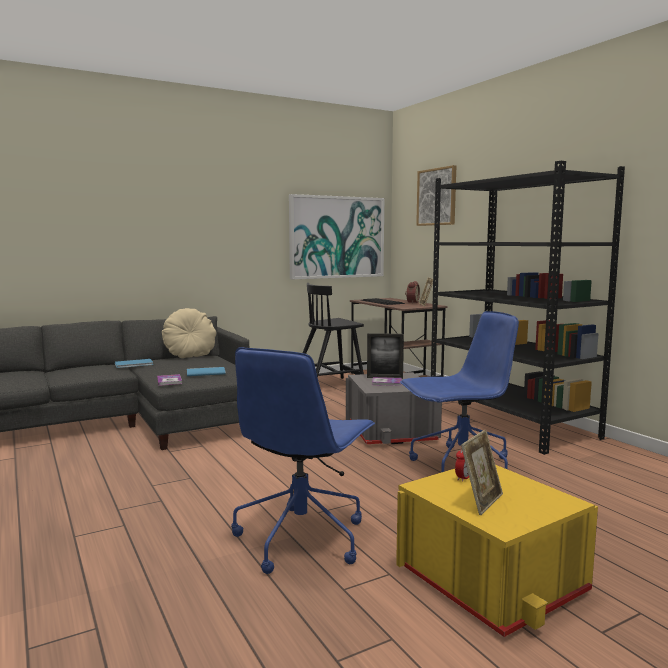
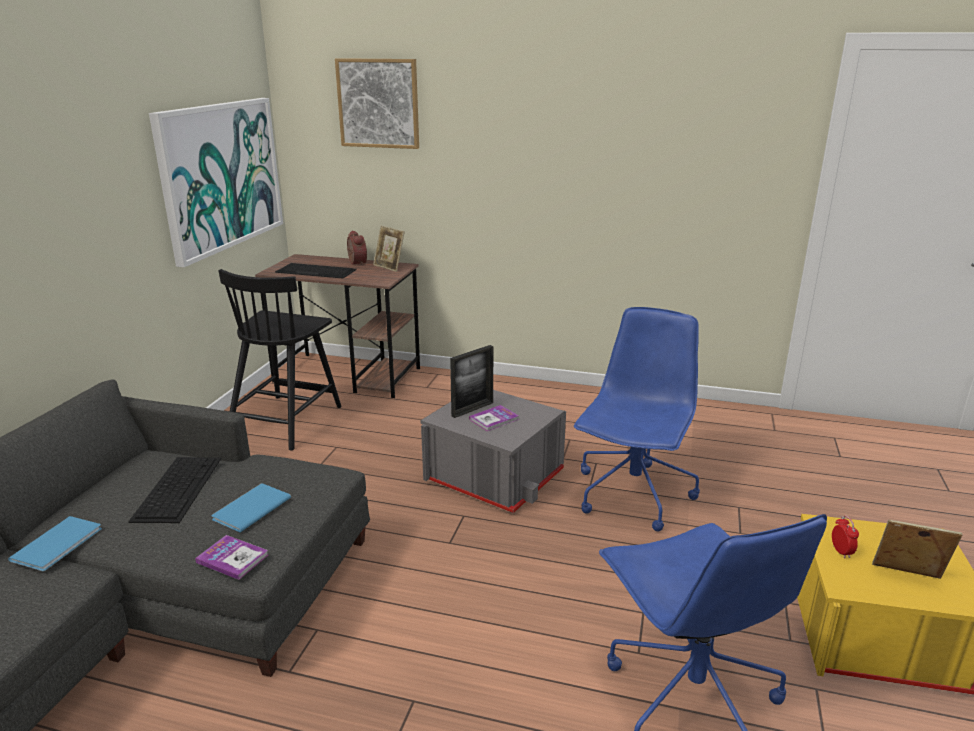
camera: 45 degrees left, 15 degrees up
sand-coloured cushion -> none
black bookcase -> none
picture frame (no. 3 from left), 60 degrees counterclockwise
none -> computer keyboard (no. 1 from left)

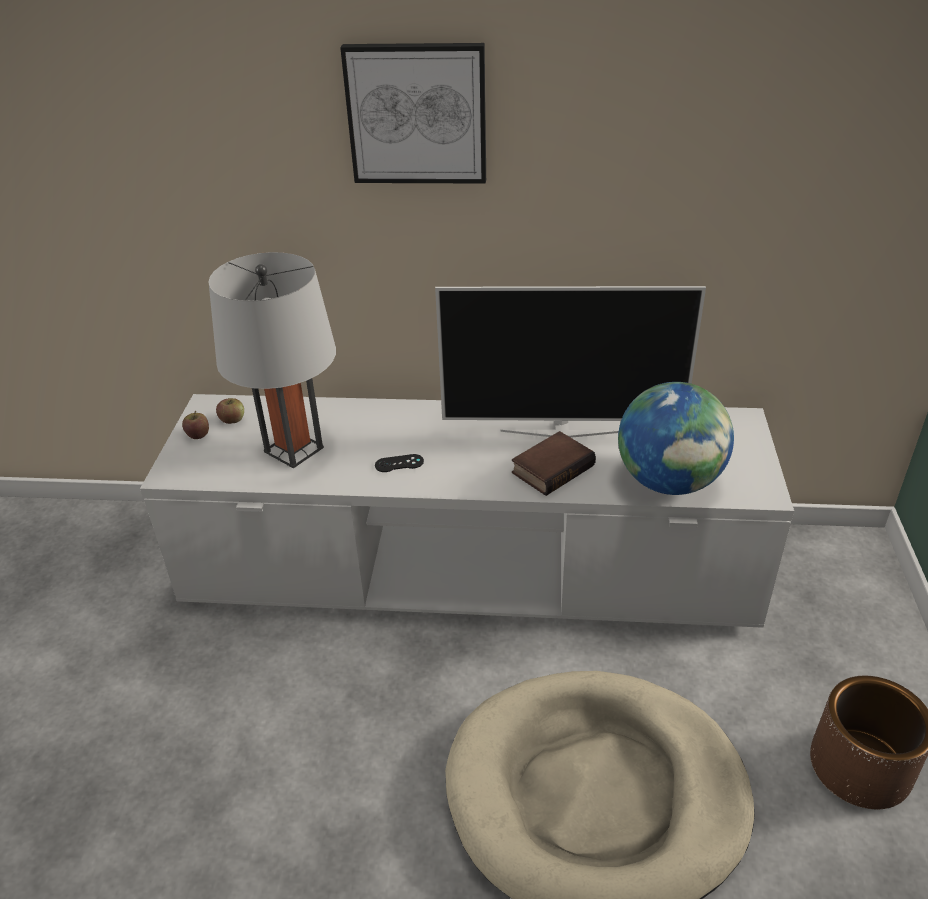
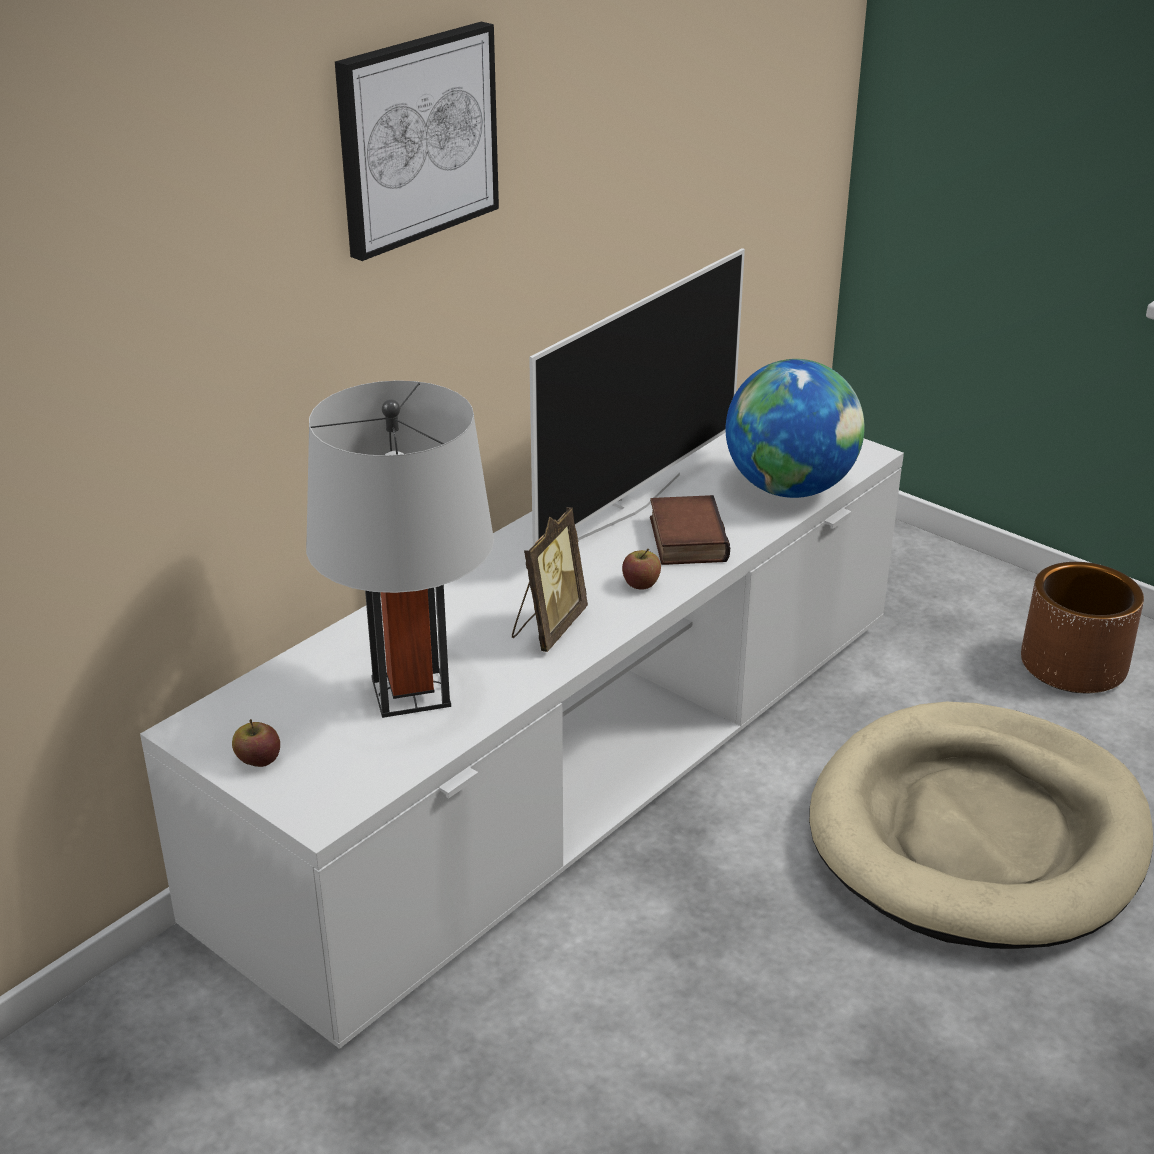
camera: 55 degrees left, 5 degrees down
whole apple (no. 2 from left), relocated
black joypad -> picture frame

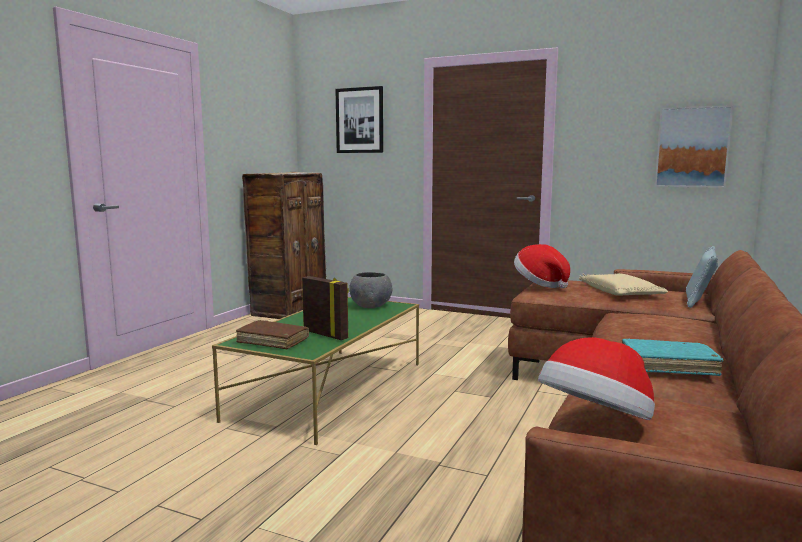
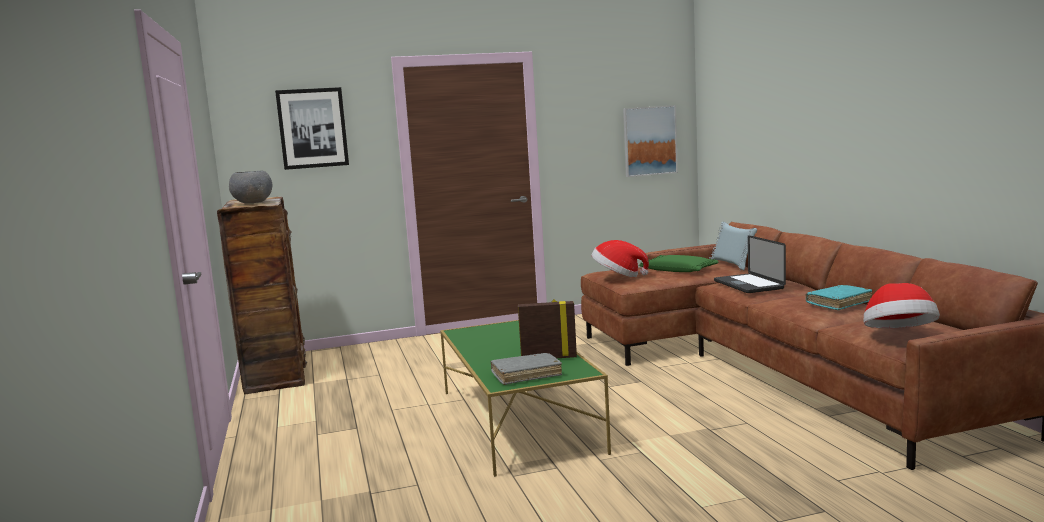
camera: 40 degrees left, 0 degrees up
brown-coloured book -> gray book
gray deep dish, relocated
sand-coloured cushion -> green-coloured cushion
none -> portable computer

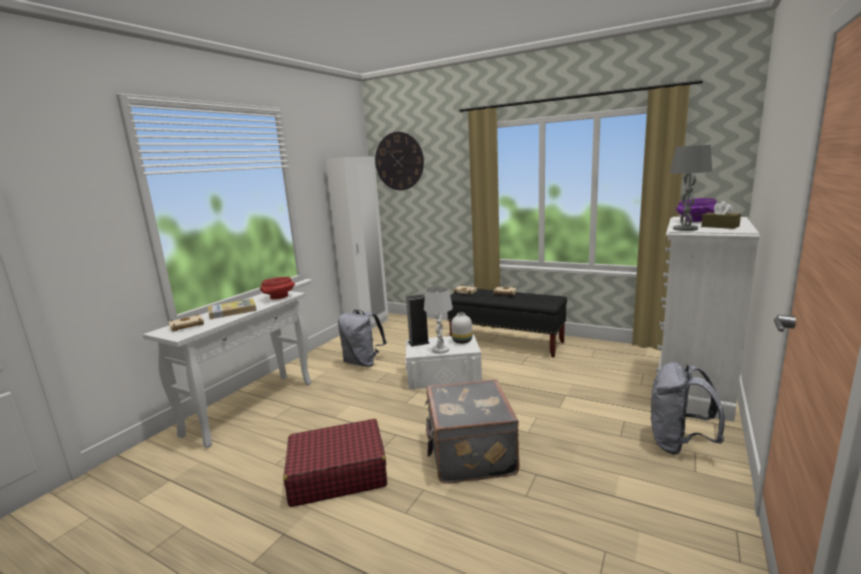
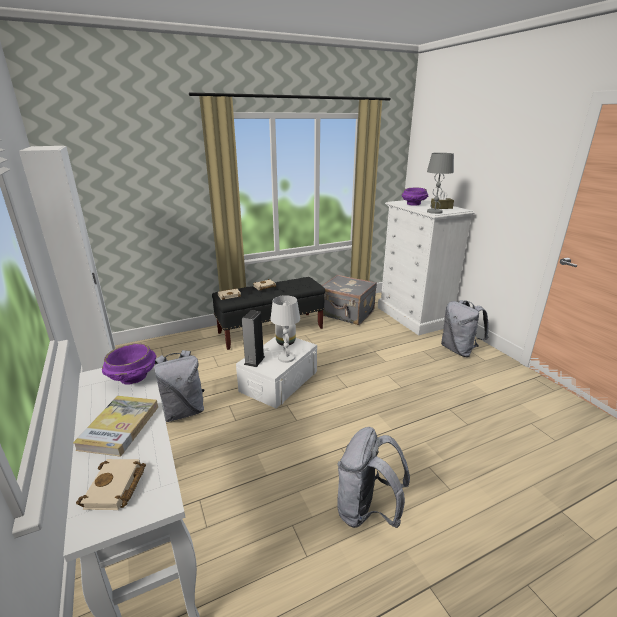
camera: 55 degrees left, 10 degrees up
red-coloured deep dish -> purple deep dish (no. 1 from left)
red-coloured piece of luggage -> gray knapsack (no. 2 from left)
wall clock -> none
gray piece of luggage, relocated

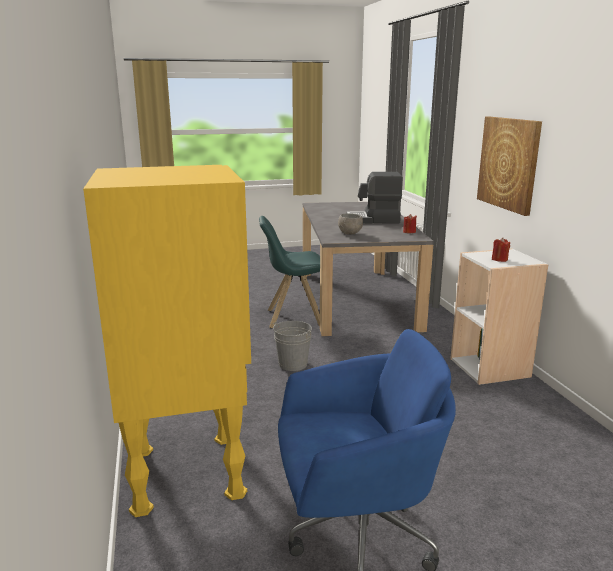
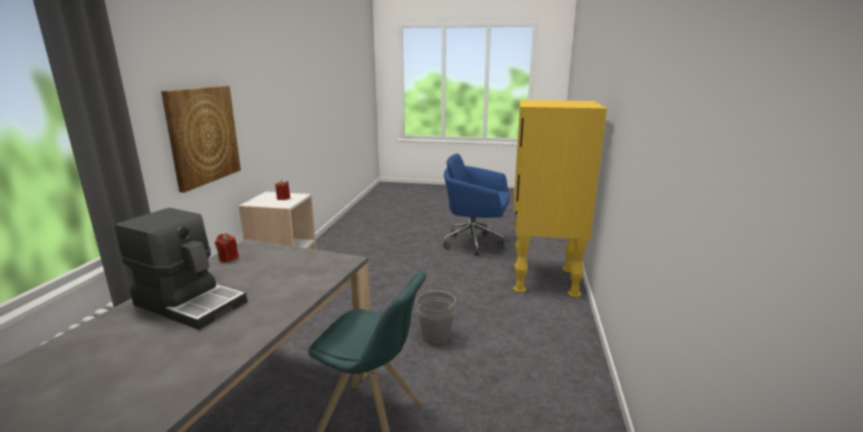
camera: 155 degrees left, 0 degrees up
gray deep dish -> none

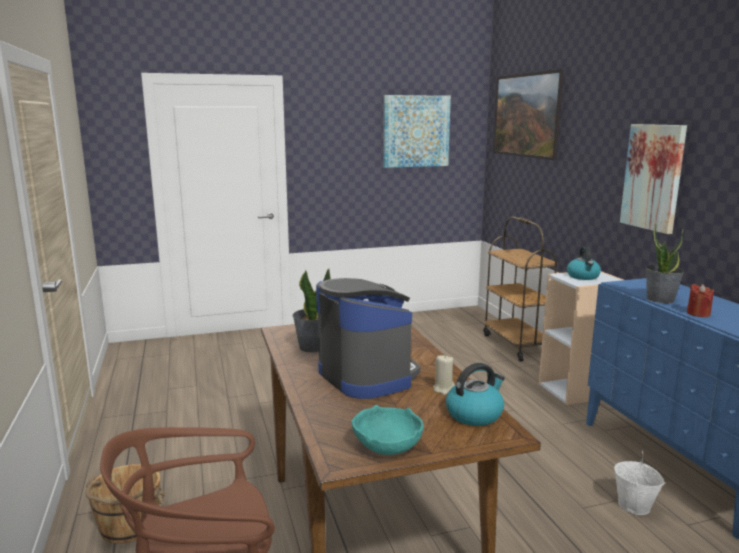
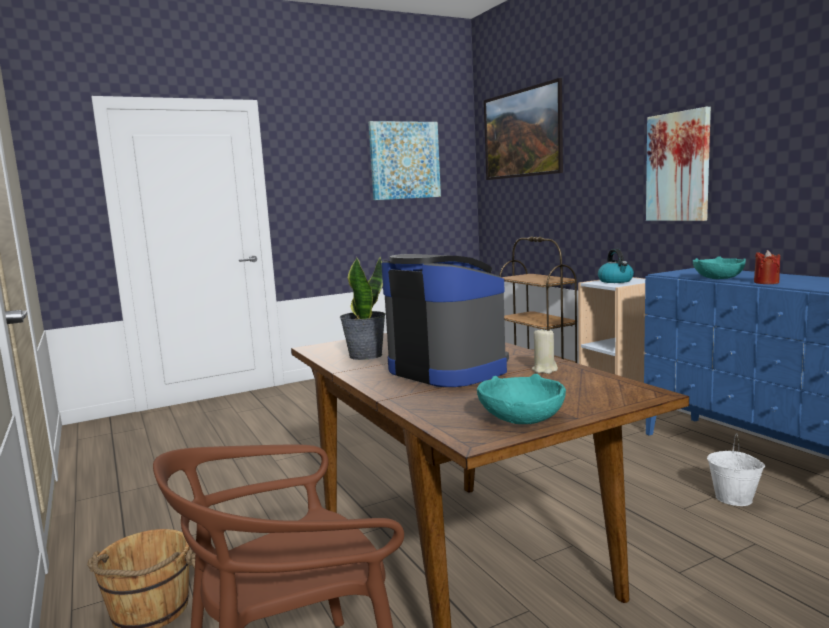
camera: 10 degrees left, 5 degrees down
kettle (no. 1 from left) -> none
houseplant (no. 2 from left) -> turquoise-coloured deep dish (no. 2 from left)

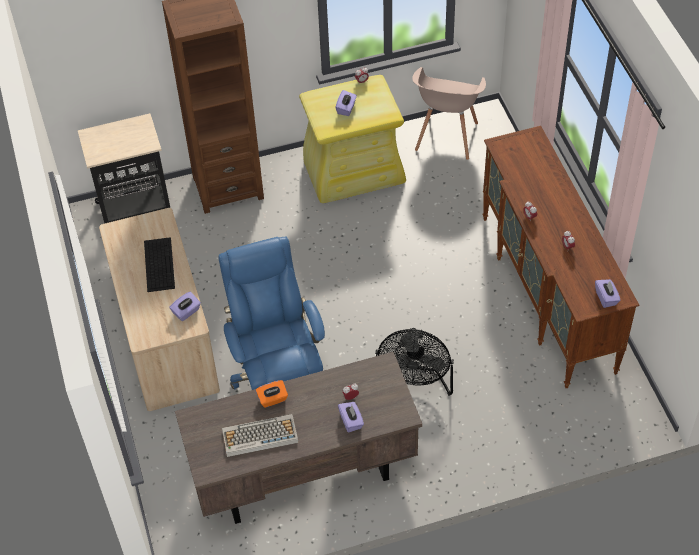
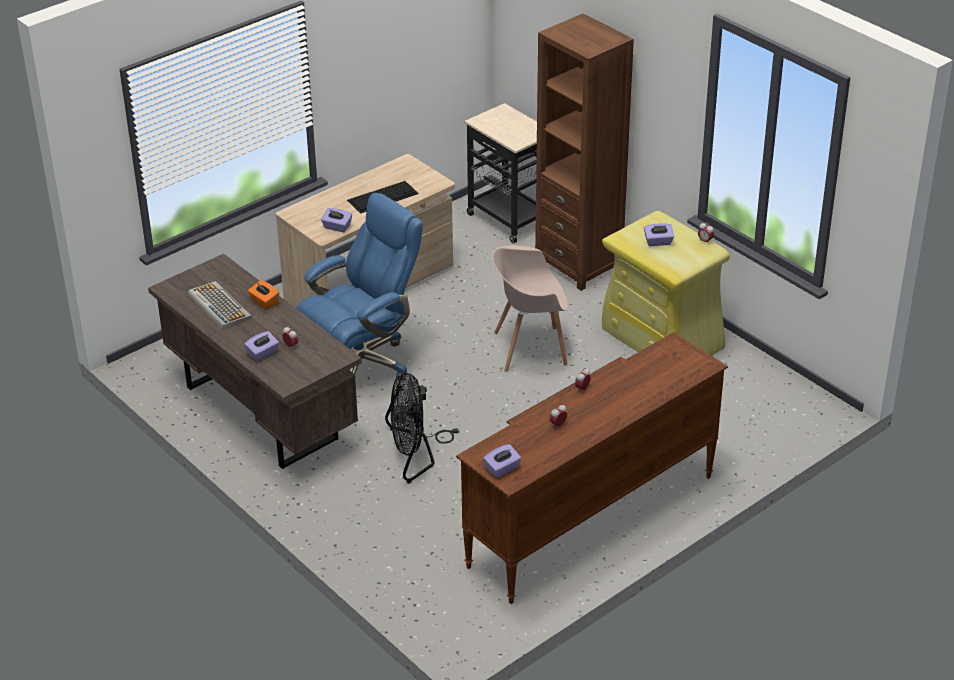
camera: 65 degrees right, 15 degrees down
sand-coloured chair, relocated

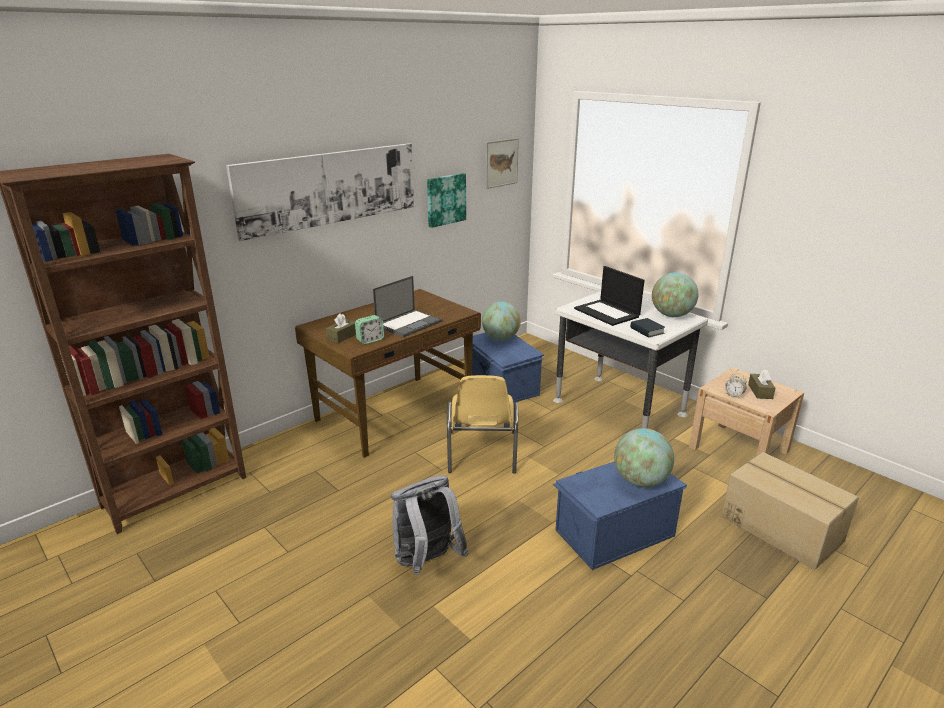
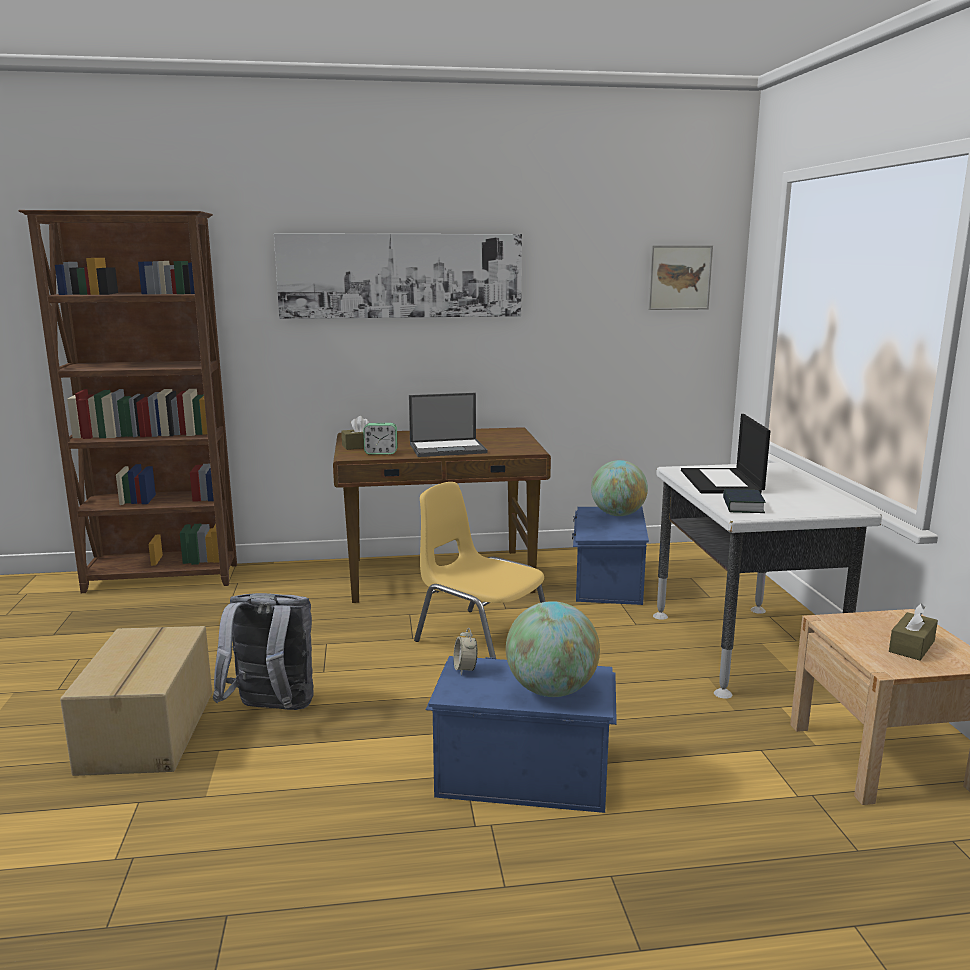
camera: 35 degrees right, 10 degrees down
wall picture (no. 2 from left) -> none
yellow-coloured chair, 90 degrees clockwise
globe (no. 3 from left) -> none
carton, relocated
table clock (no. 2 from left), relocated

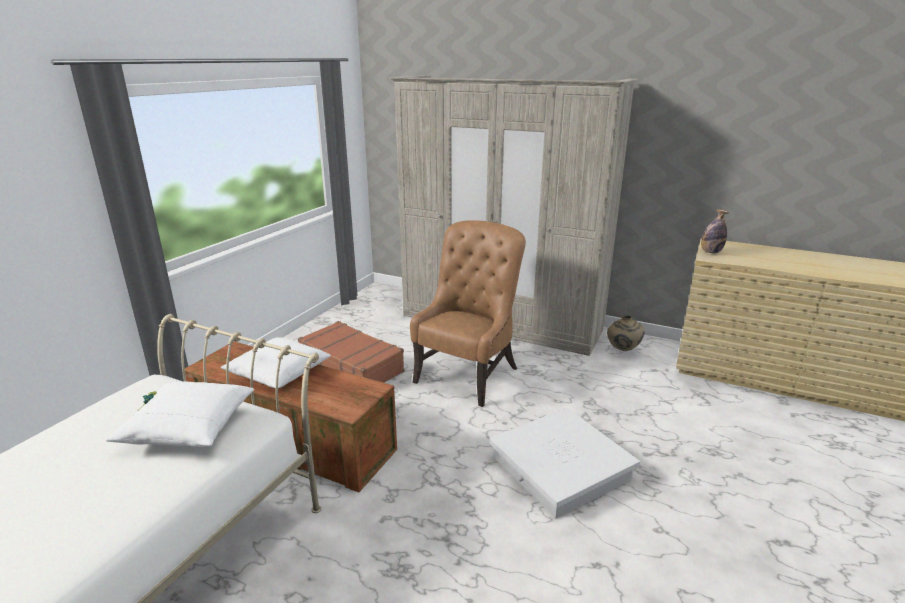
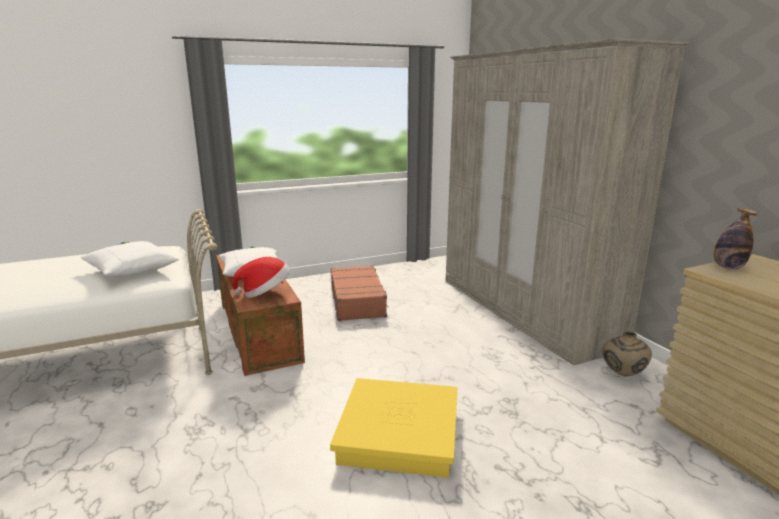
camera: 40 degrees right, 5 degrees down
brown-coloured chair -> none
whitish storage box -> yellow-coloured storage box
none -> hat

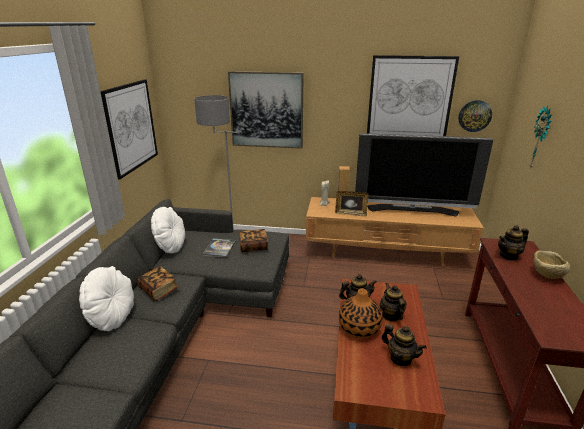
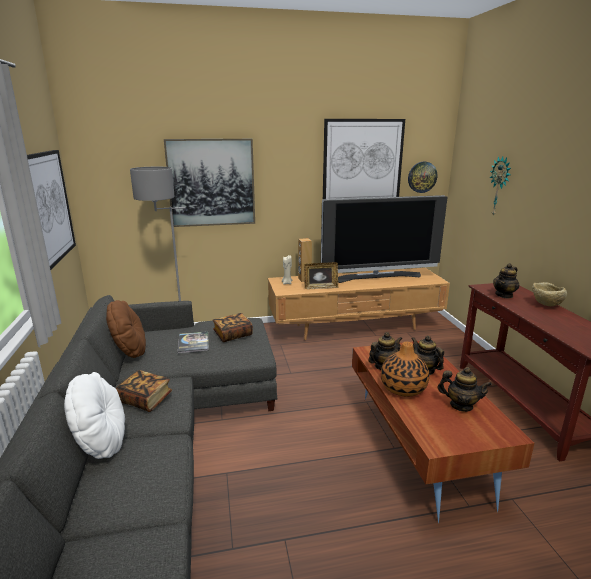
camera: 20 degrees left, 5 degrees down
whitish cushion (no. 2 from left) -> brown-coloured cushion

